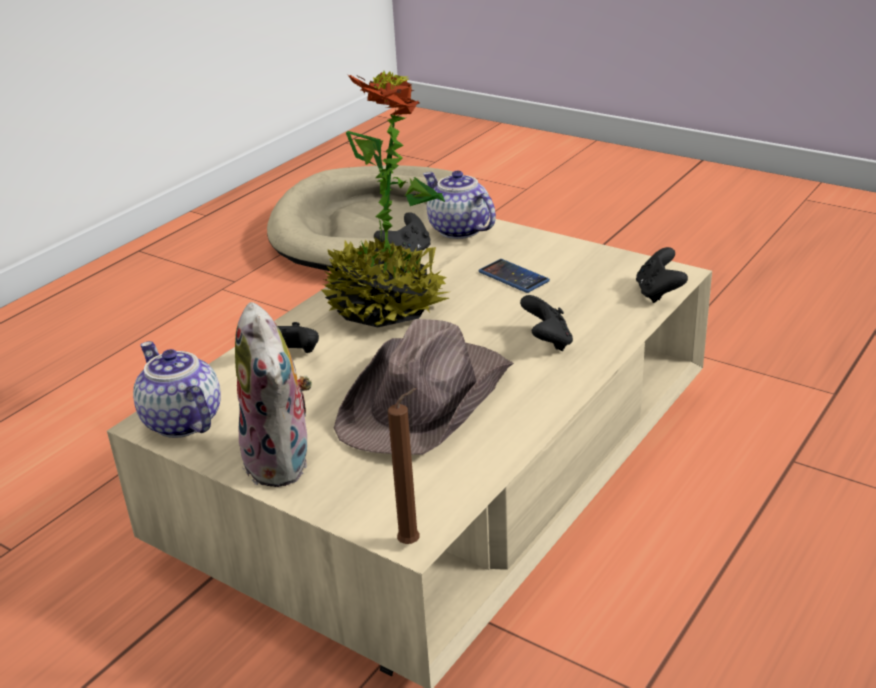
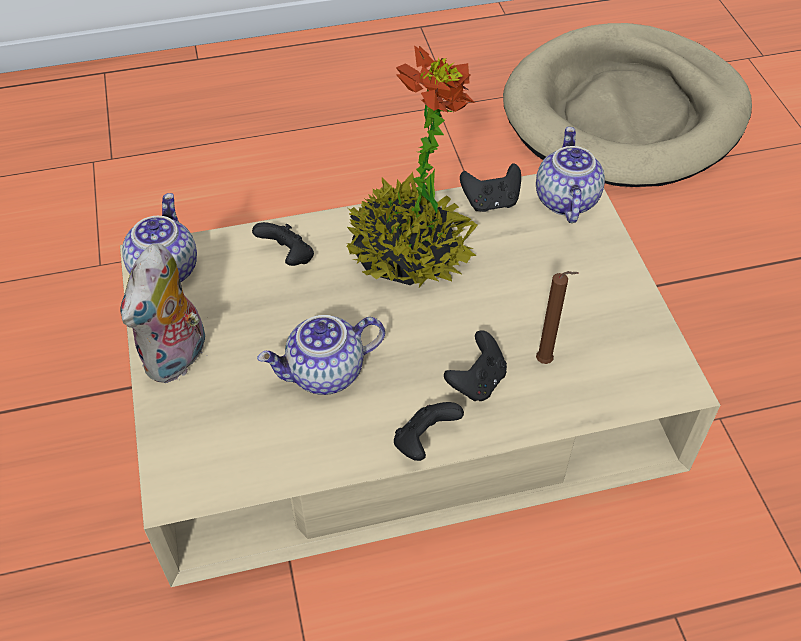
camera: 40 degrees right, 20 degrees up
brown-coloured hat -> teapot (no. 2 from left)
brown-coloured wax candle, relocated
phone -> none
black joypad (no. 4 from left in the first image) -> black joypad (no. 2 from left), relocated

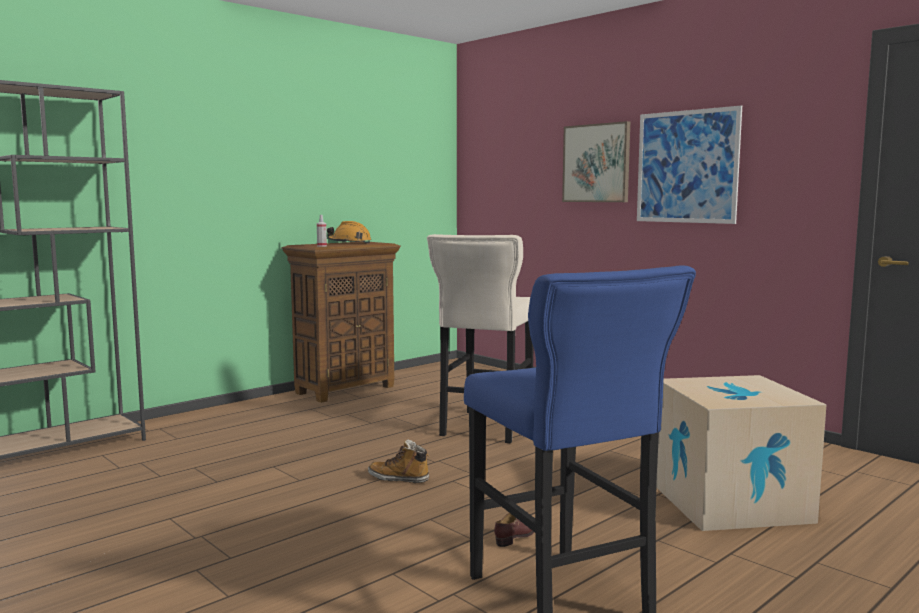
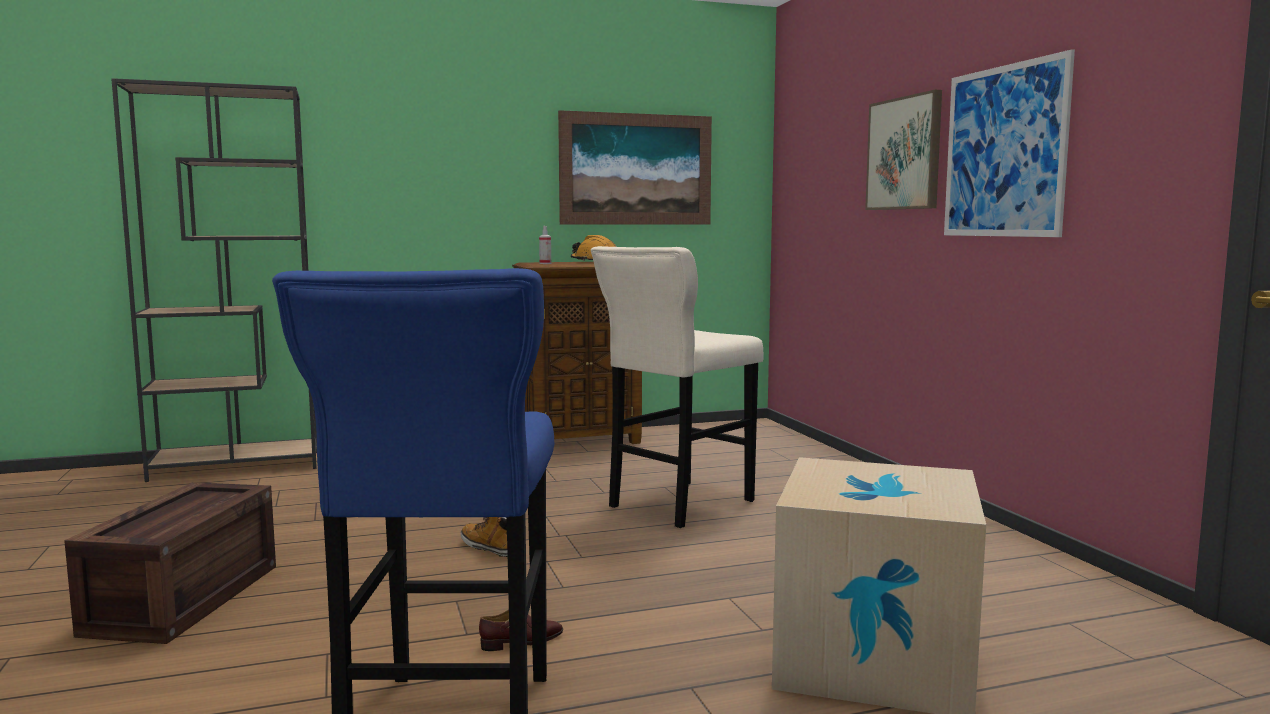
camera: 25 degrees right, 0 degrees up
none -> packing crate
none -> wall picture (no. 1 from left)

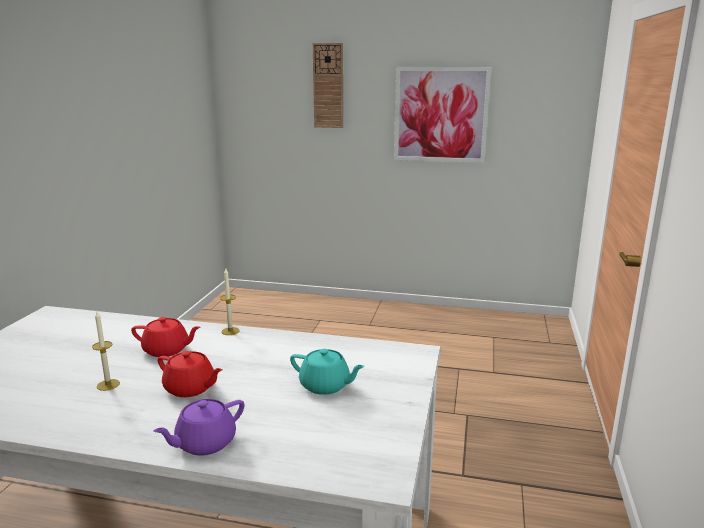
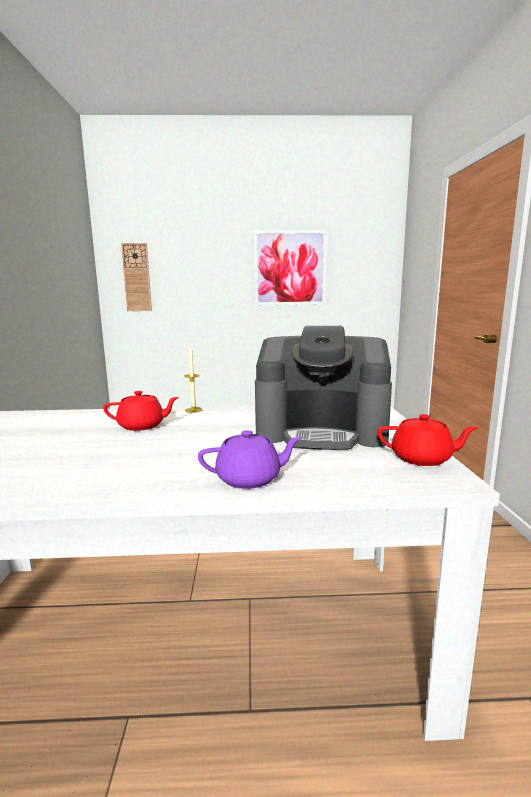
camera: 15 degrees left, 5 degrees down
wax candle (no. 1 from left) -> none
purple teapot, 135 degrees counterclockwise
red-coloured teapot (no. 2 from left), relocated
turquoise-coloured teapot -> coffee brewer
wall clock, relocated

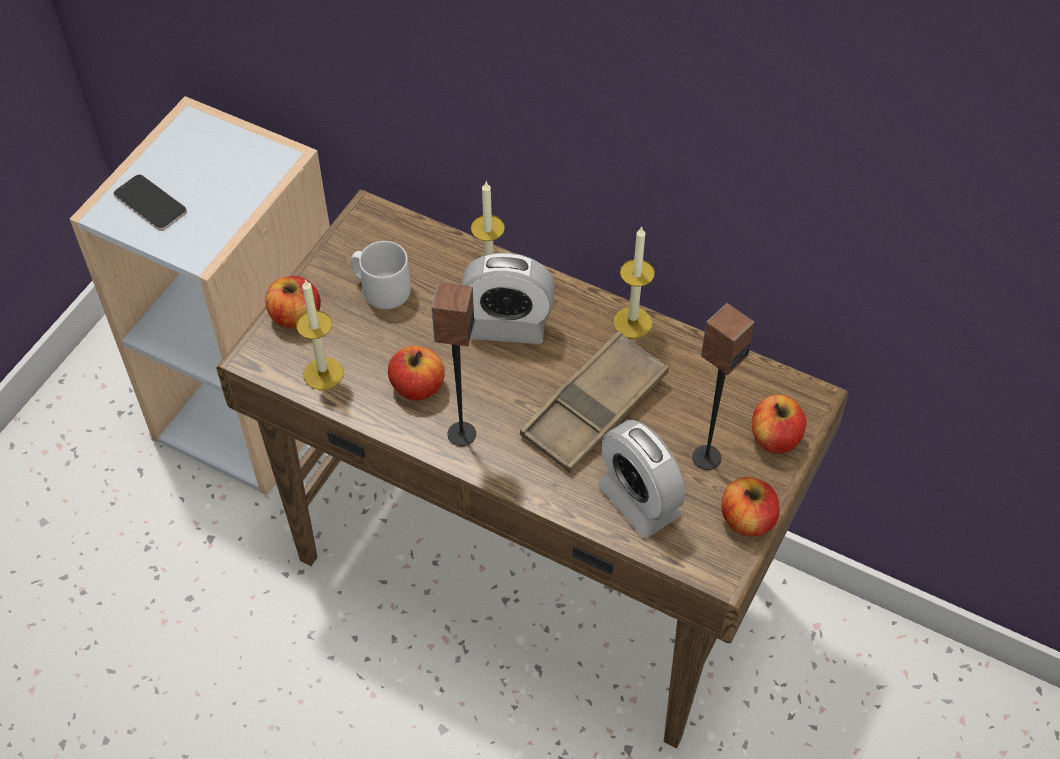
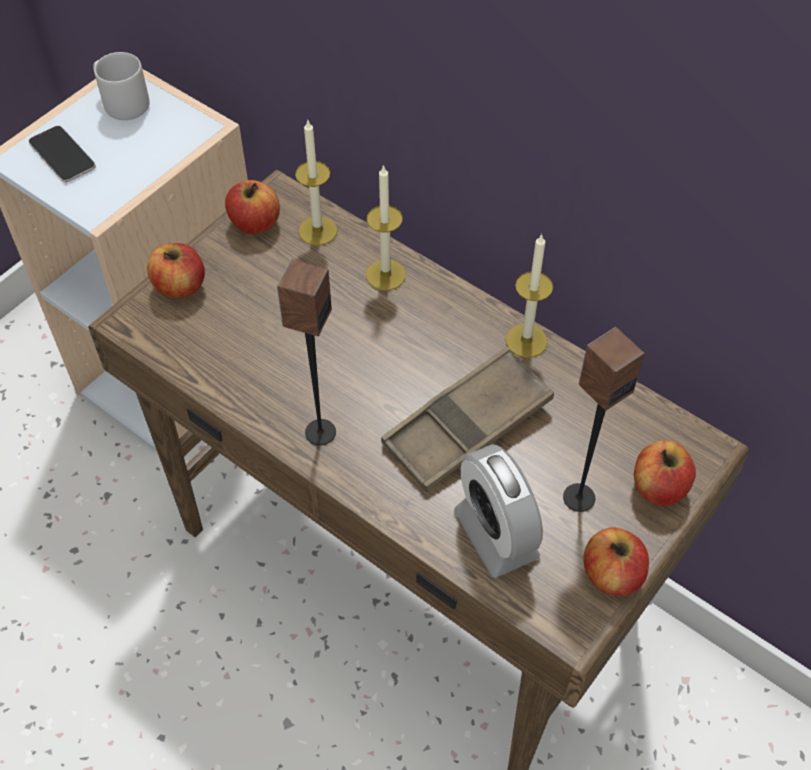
camera: 10 degrees right, 0 degrees up
wax candle (no. 1 from left), relocated
gray mug, relocated
whole apple (no. 2 from left), relocated
table clock (no. 1 from left) -> none

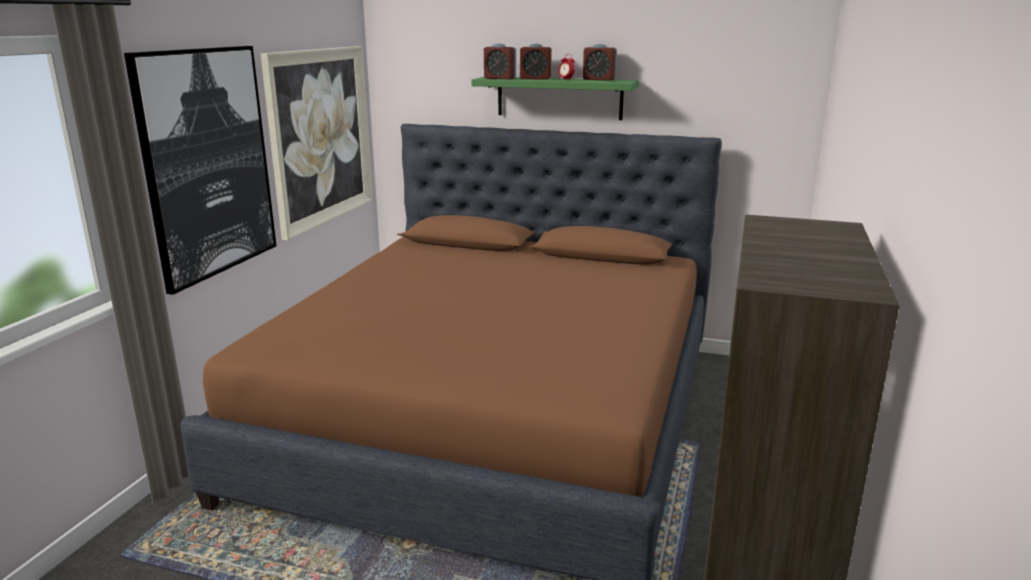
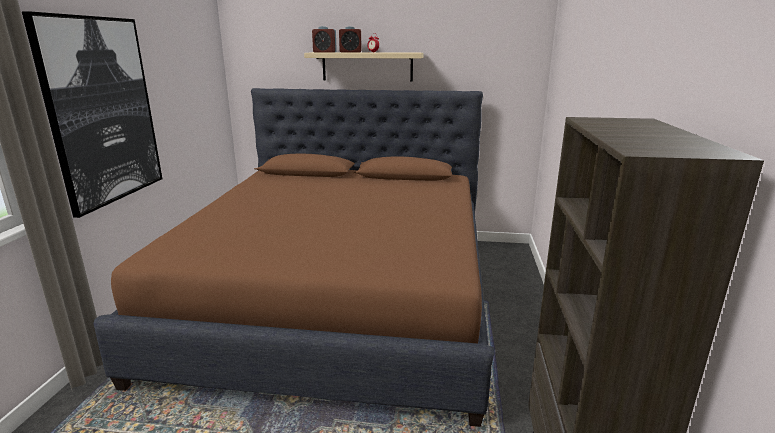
camera: 10 degrees left, 0 degrees up
wall picture (no. 2 from left) -> none
green-coloured bracket shelf -> sand-coloured bracket shelf
table clock (no. 4 from left) -> none

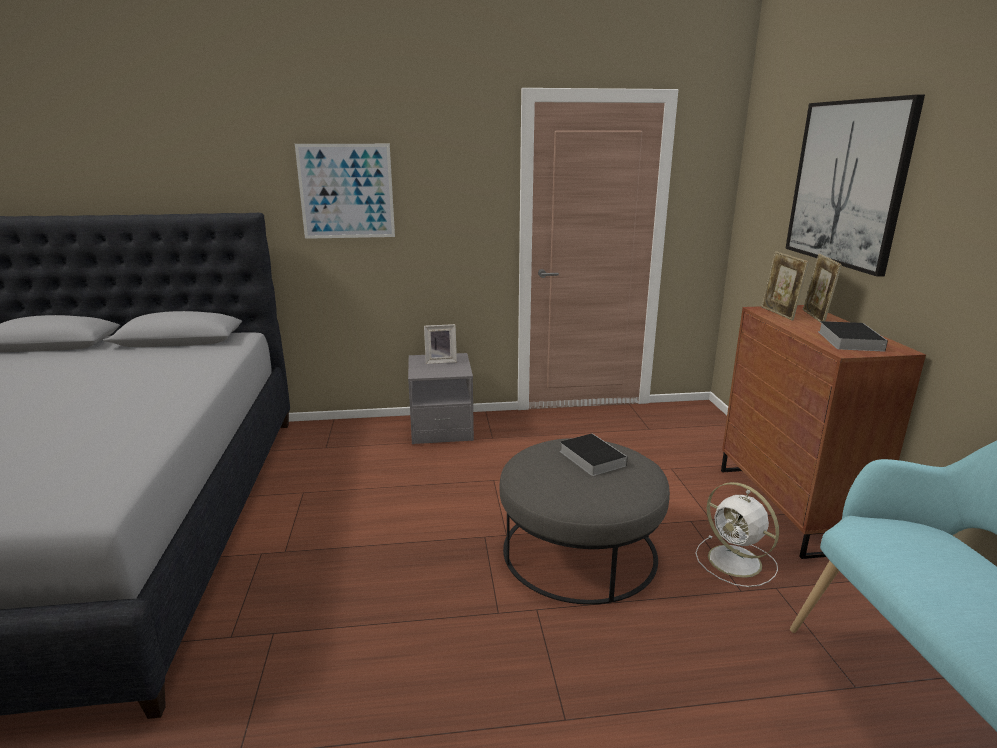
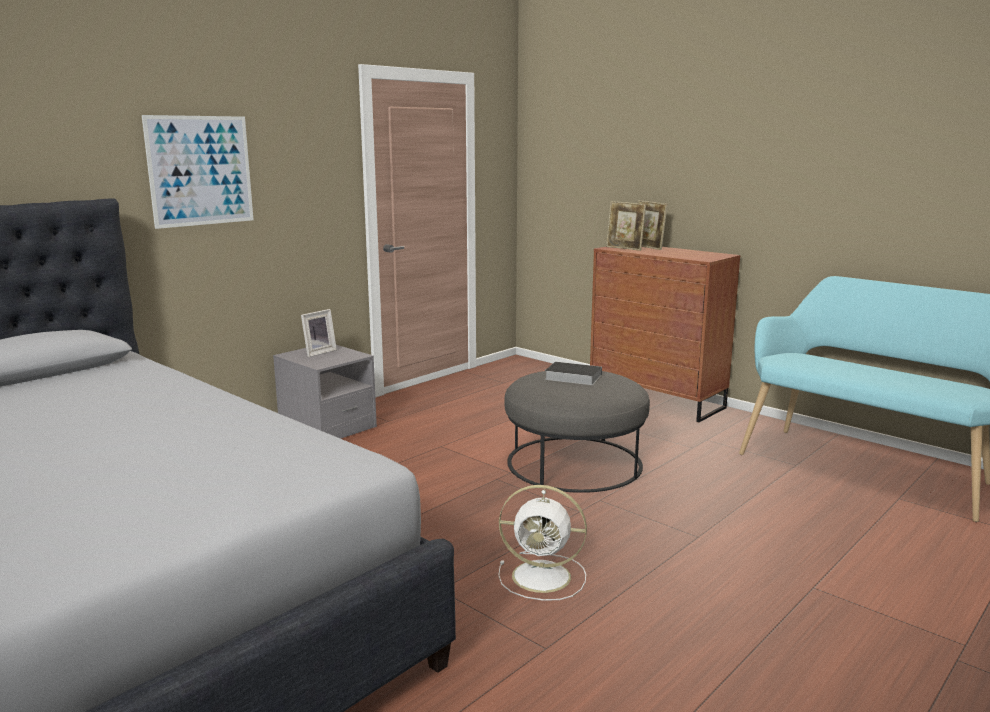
camera: 40 degrees left, 5 degrees down
whitish electric fan, relocated
wall picture (no. 2 from left) -> none
book (no. 2 from left) -> none

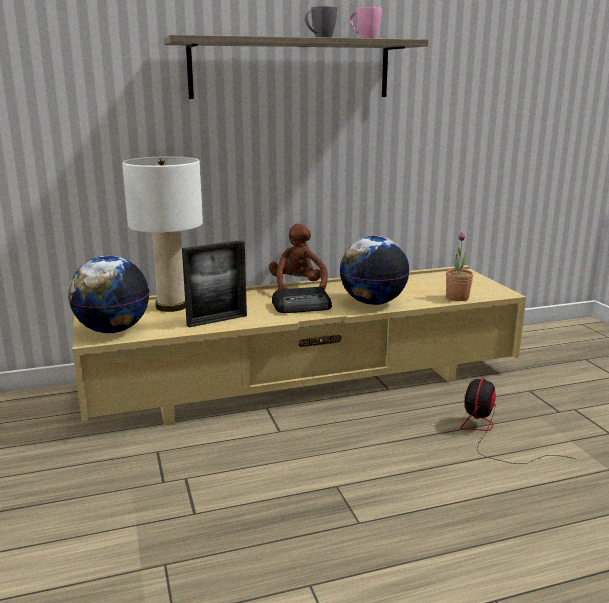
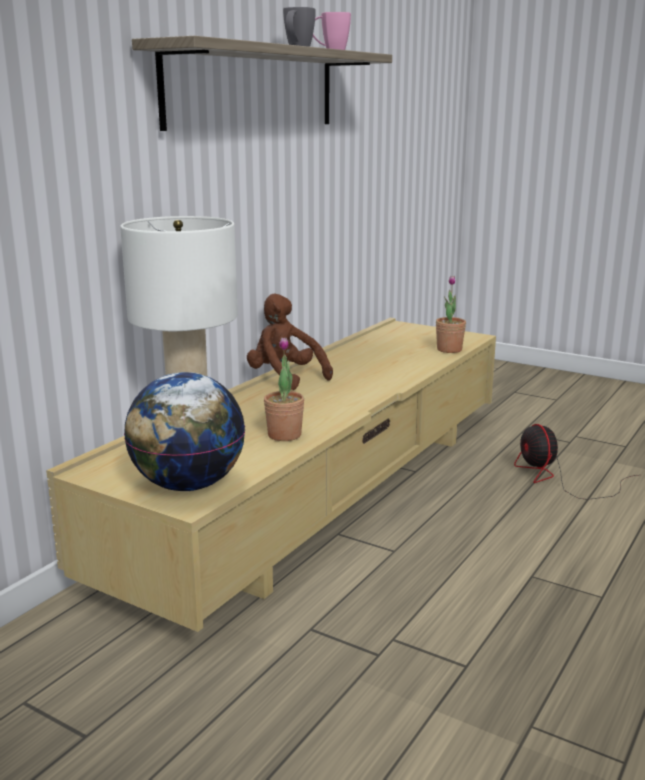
camera: 40 degrees left, 0 degrees up
picture frame -> houseplant (no. 1 from left)
radio -> none
globe (no. 2 from left) -> none

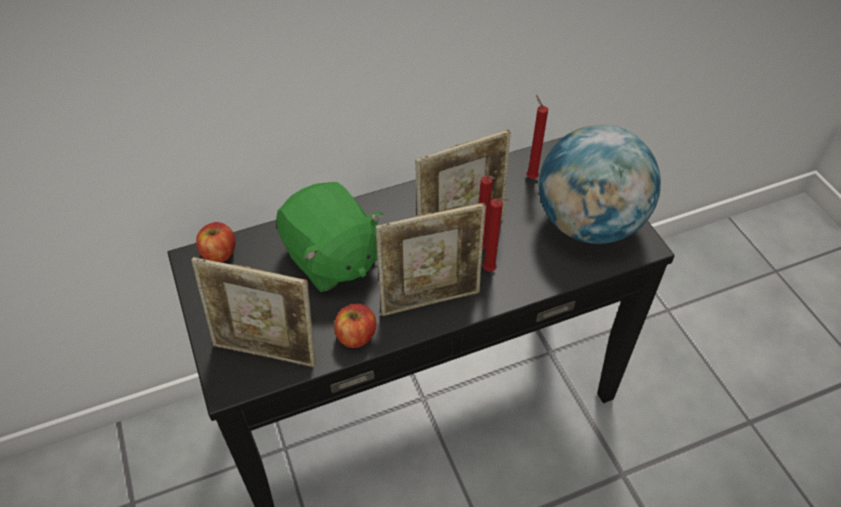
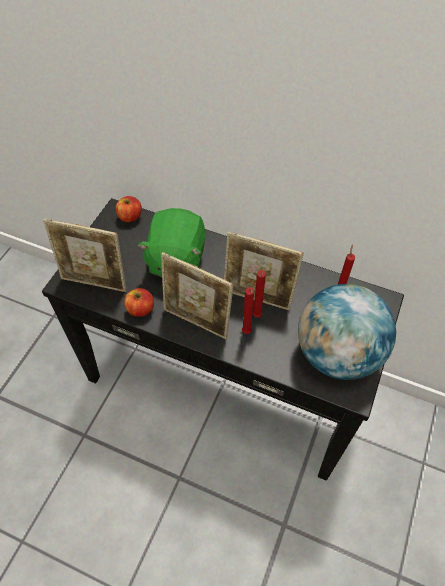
camera: 45 degrees right, 5 degrees up
picture frame (no. 1 from left), 45 degrees counterclockwise

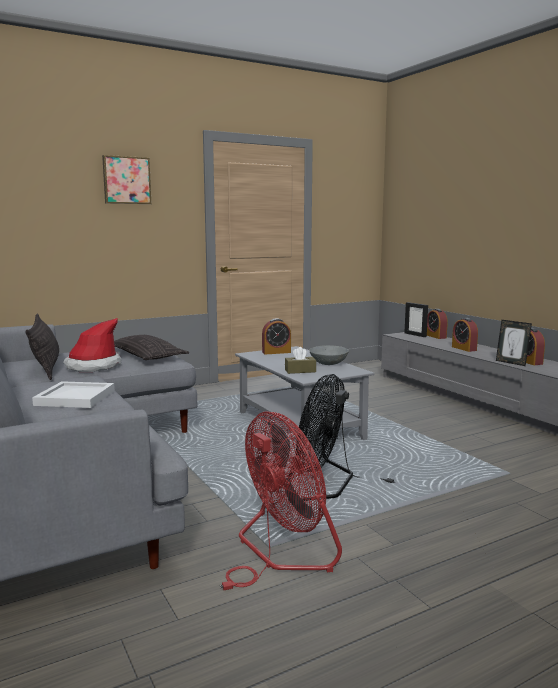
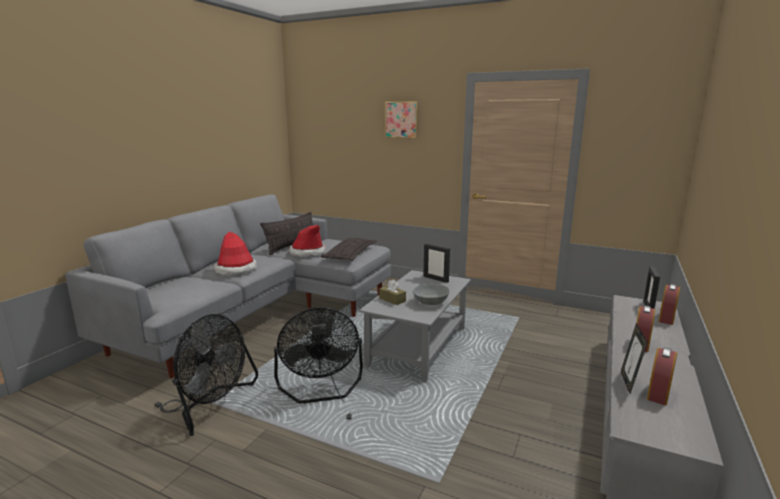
camera: 55 degrees right, 5 degrees up
whitish serving tray -> hat (no. 1 from left)
red-coloured electric fan -> black electric fan (no. 1 from left)
table clock (no. 1 from left) -> picture frame (no. 1 from left)

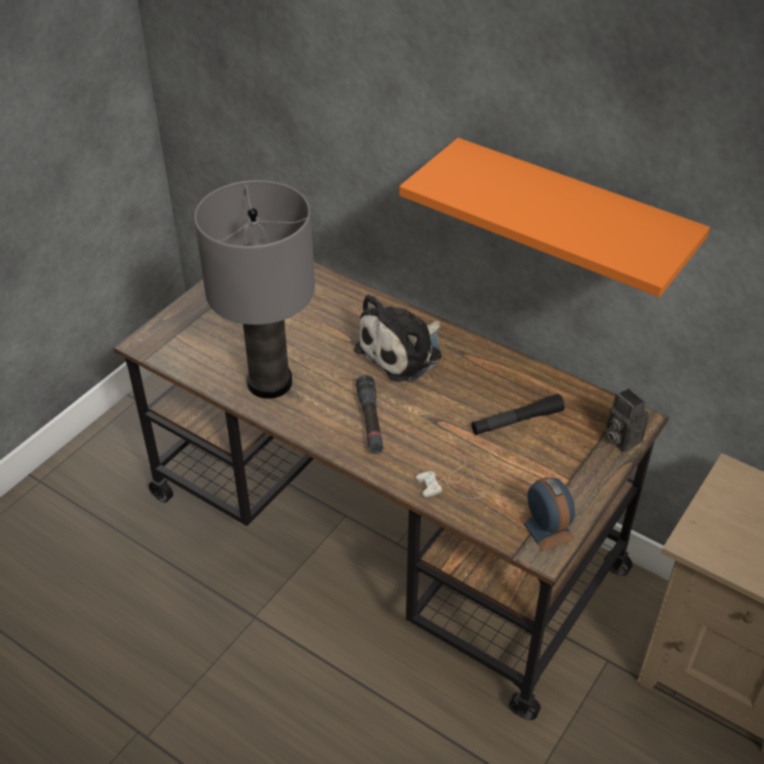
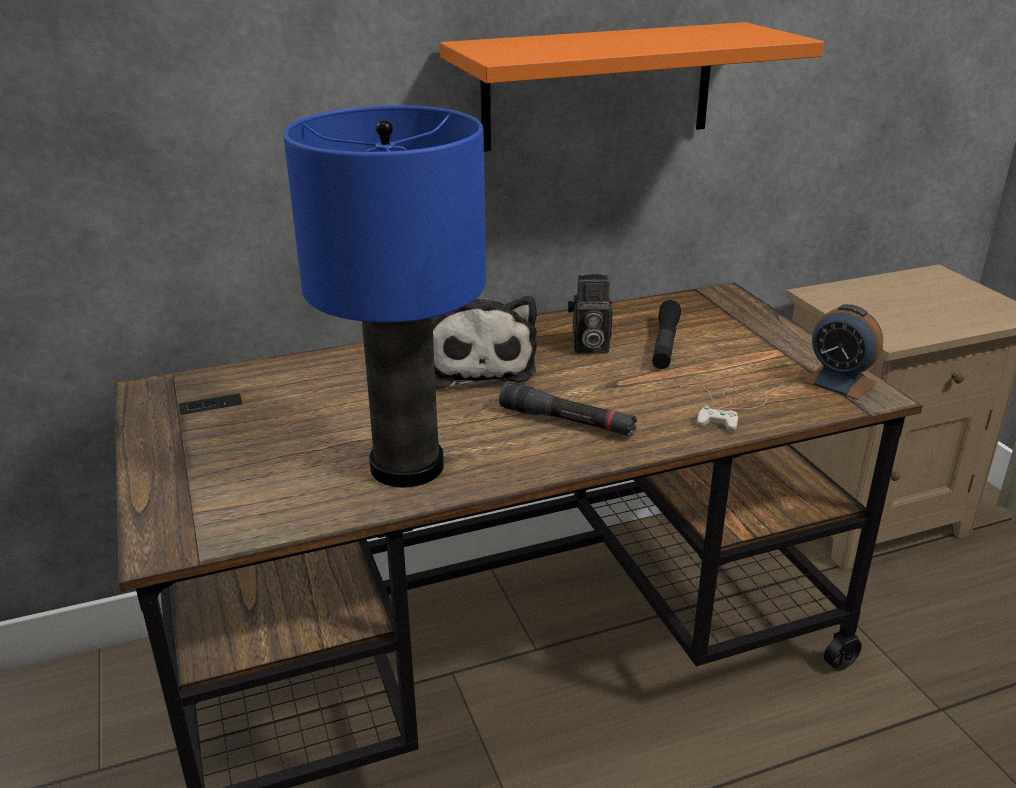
camera: 55 degrees left, 15 degrees down
gray table lamp -> blue-coloured table lamp
table clock, 150 degrees counterclockwise
still camera, relocated

